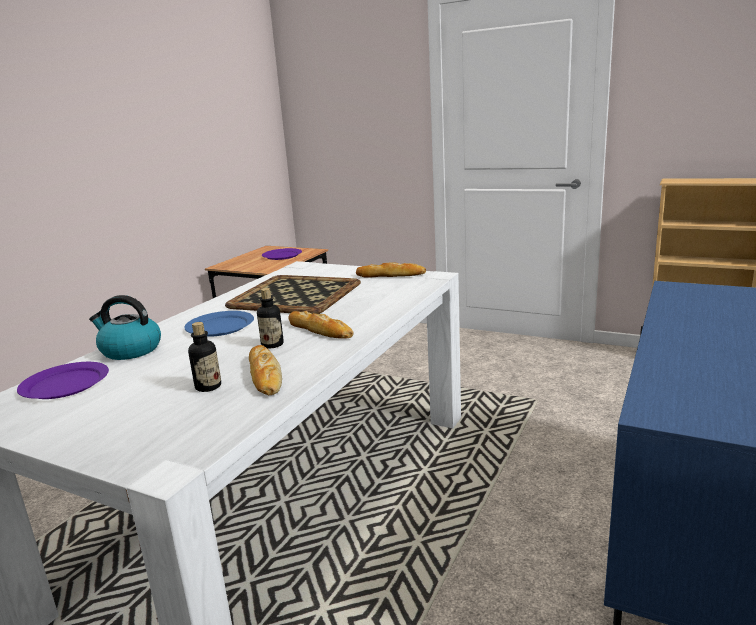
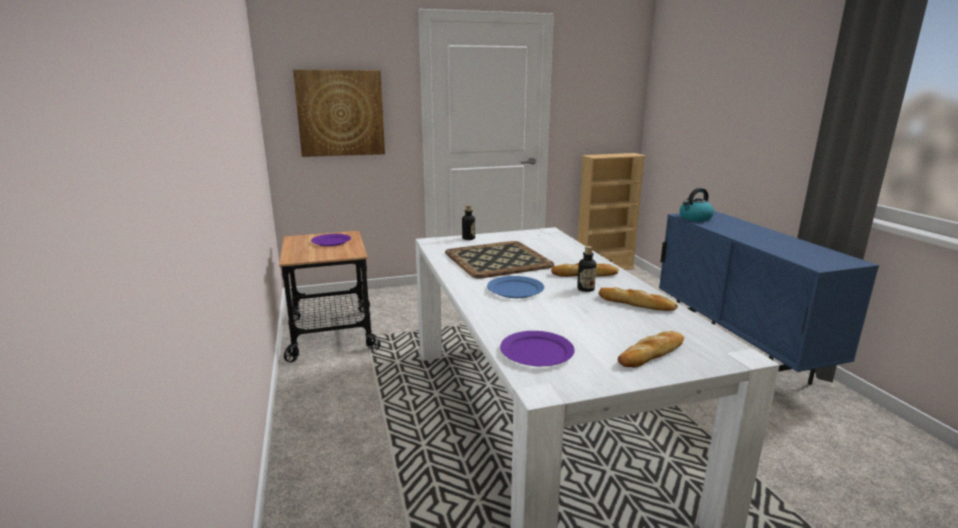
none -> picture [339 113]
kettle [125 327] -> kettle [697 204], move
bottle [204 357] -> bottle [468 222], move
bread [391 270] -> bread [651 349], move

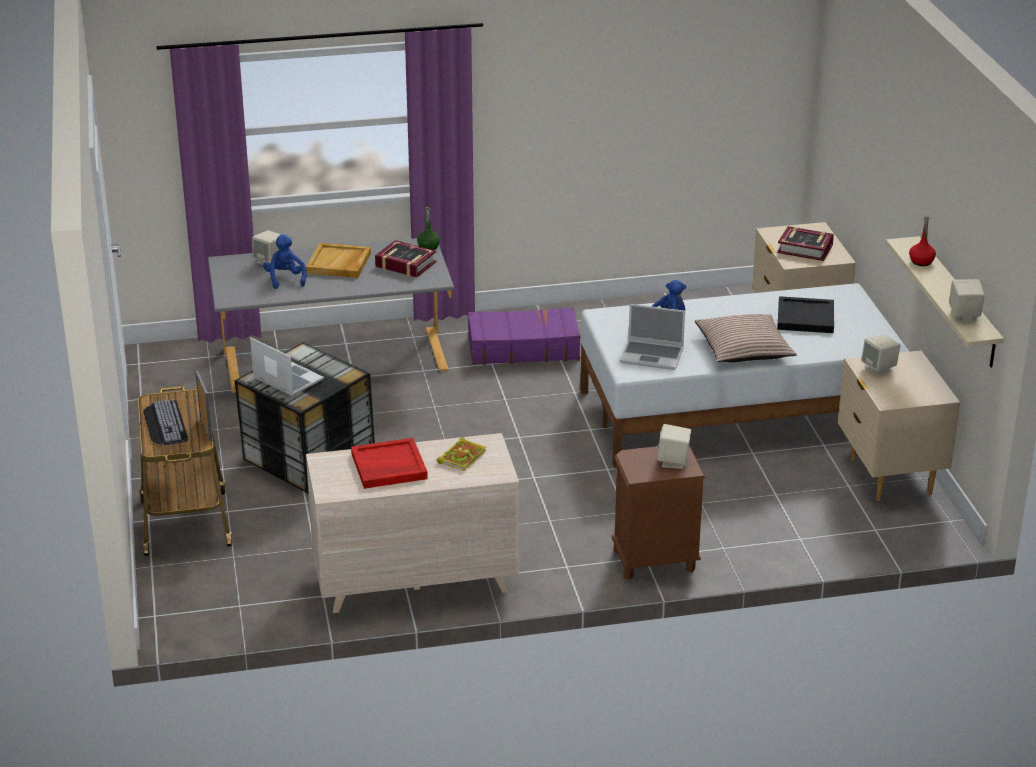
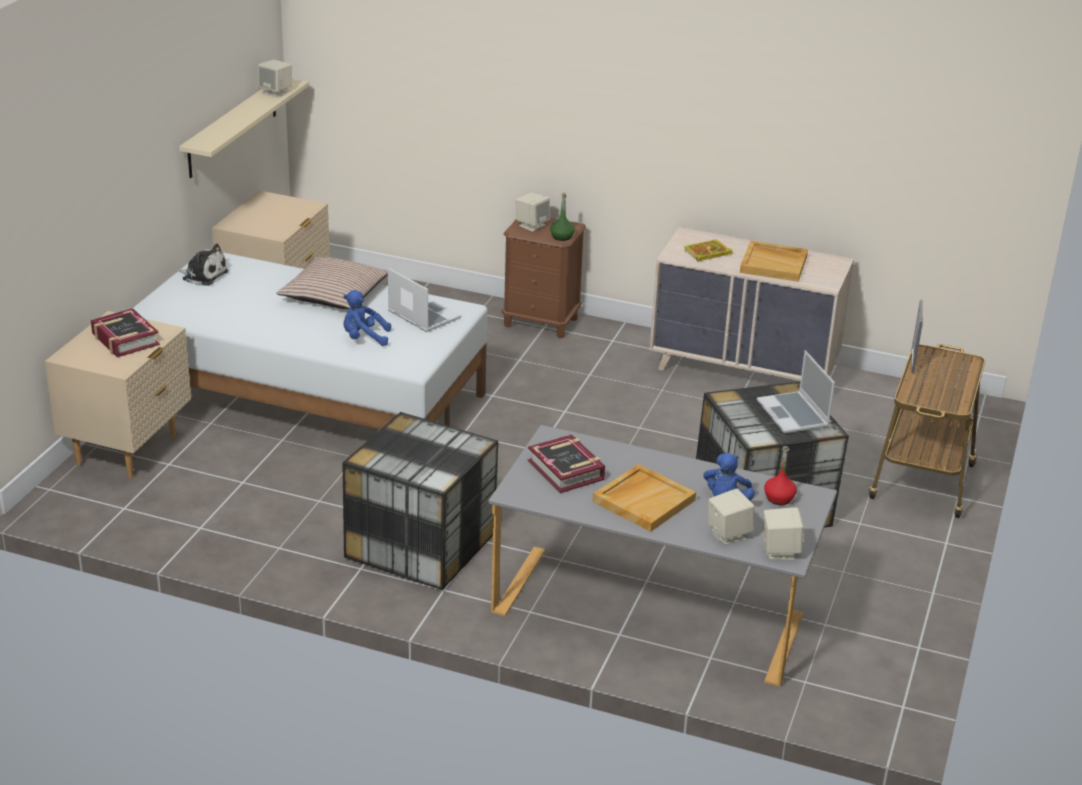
keyboard [165 422] -> none
black tray [805 314] -> none
none -> plush toy [201 265]
green bottle [428 228] -> green bottle [562 217], move
beige speaker [881 355] -> beige speaker [783 533], move
red bottle [922 241] -> red bottle [780 475], move
purple suitcase [524 336] -> storage box [420 501]
red tray [389 463] -> beige tray [774 261]

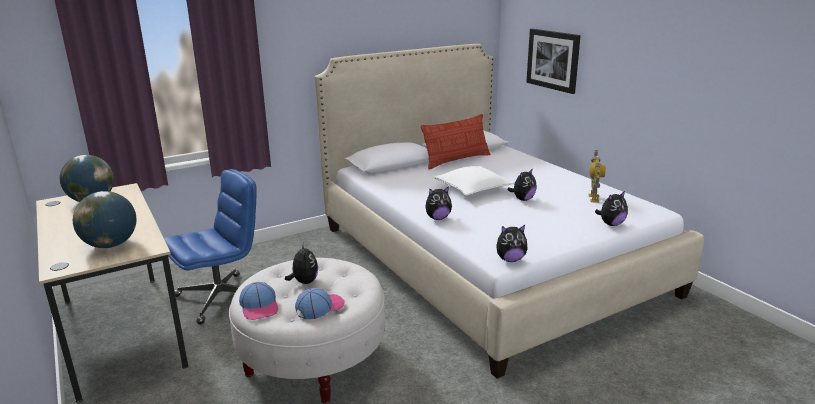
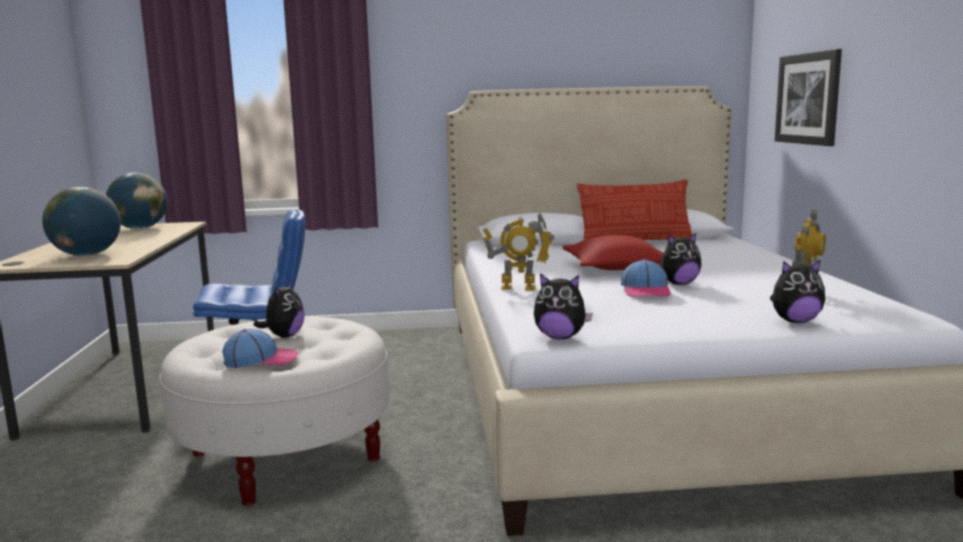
cap [258 301] -> cap [646 278], move
plush toy [438 203] -> toy robot [518 252]
white pillow [474 181] -> red pillow [612 252]

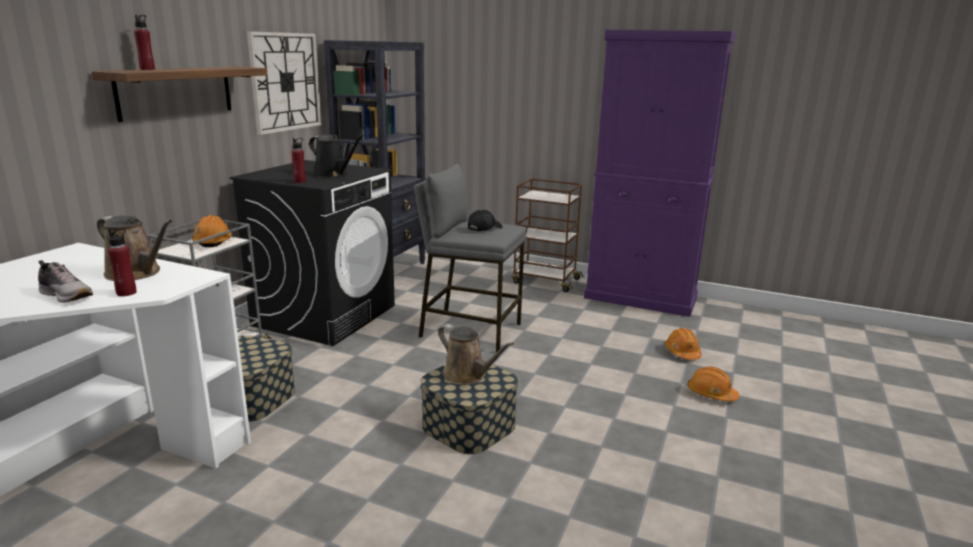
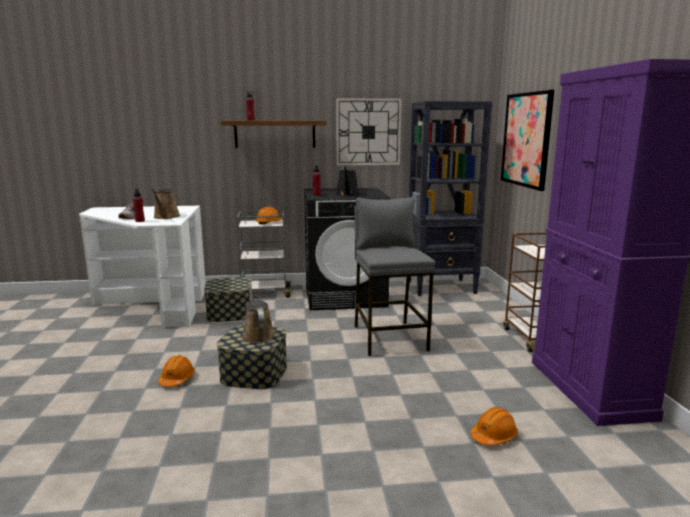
black cap [485 220] -> none
none -> picture [527 140]
orange hard hat [713 384] -> orange hard hat [176 371], move
brown watering can [476 354] -> brown watering can [258 313], 150 degrees clockwise

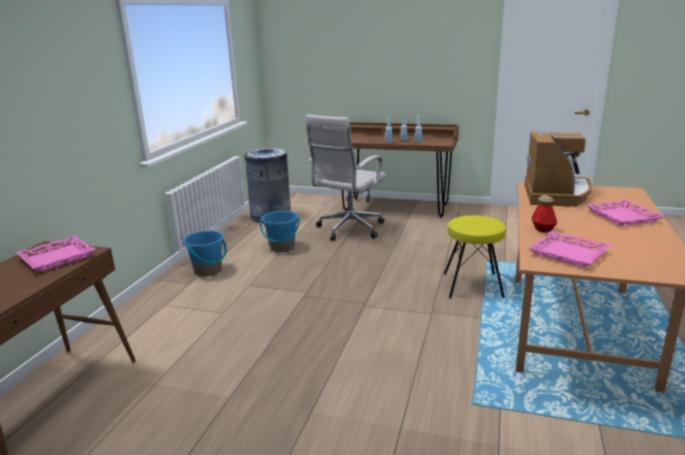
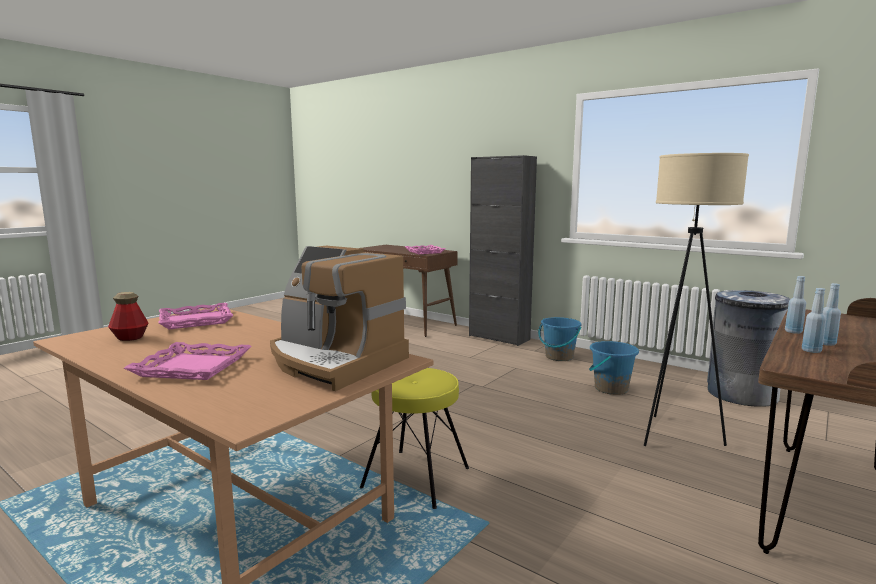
none -> black cabinet [503 250]
bottle [544 213] -> bottle [128 316], move
white office chair [345 177] -> beige floor lamp [696 299]

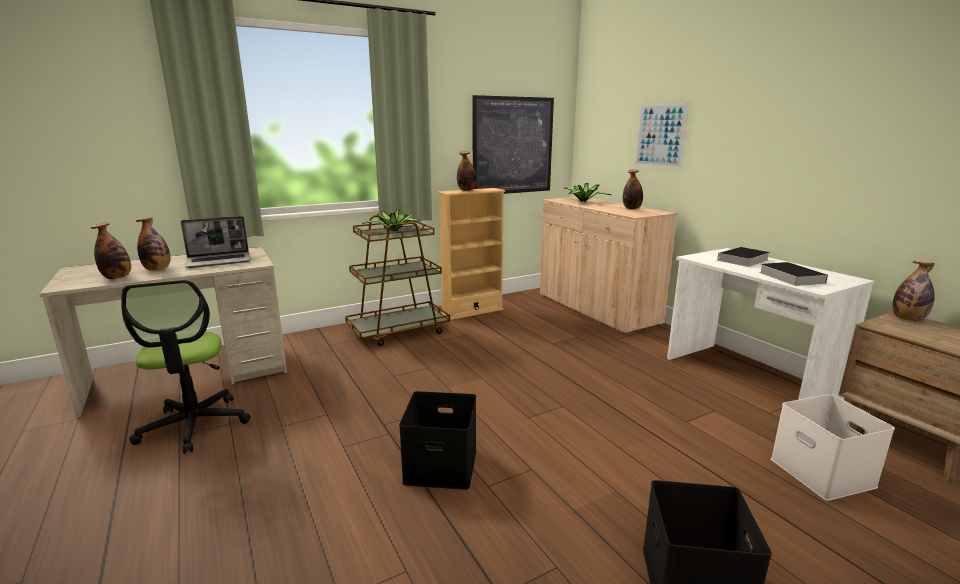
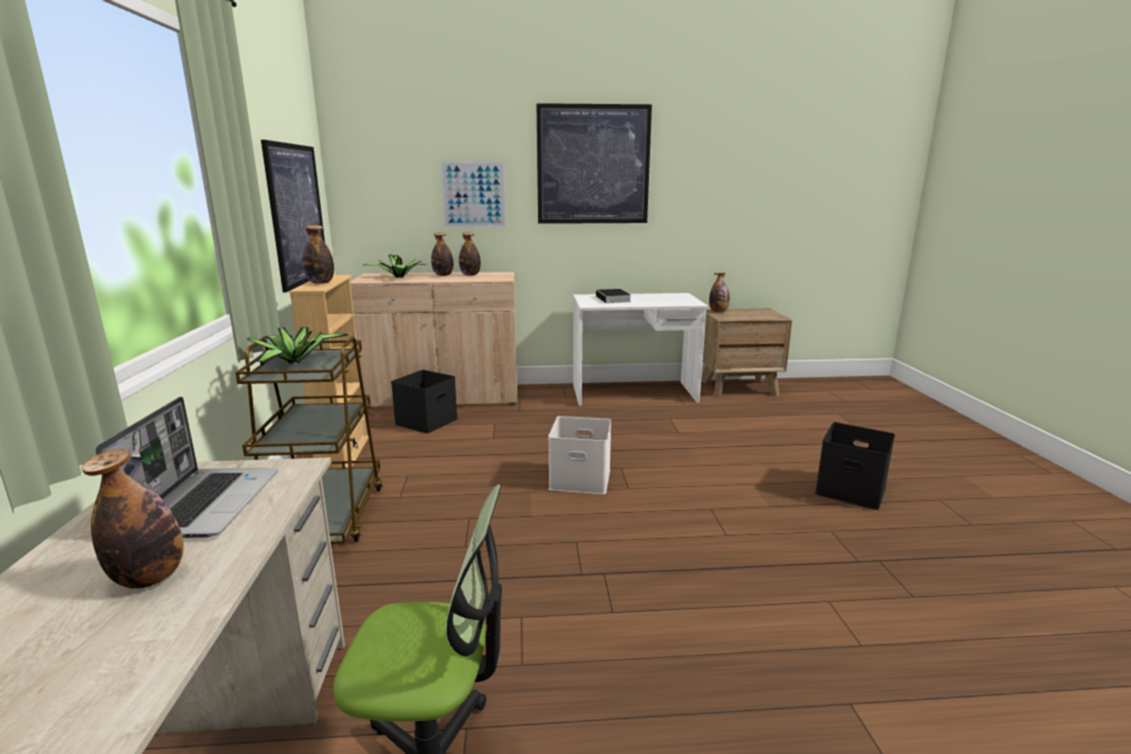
book [793 274] -> none
none -> picture [594 163]
bottle [111 250] -> bottle [442 254], move
black storage box [437 440] -> black storage box [424 402], move
white storage box [833 447] -> white storage box [579 455], move

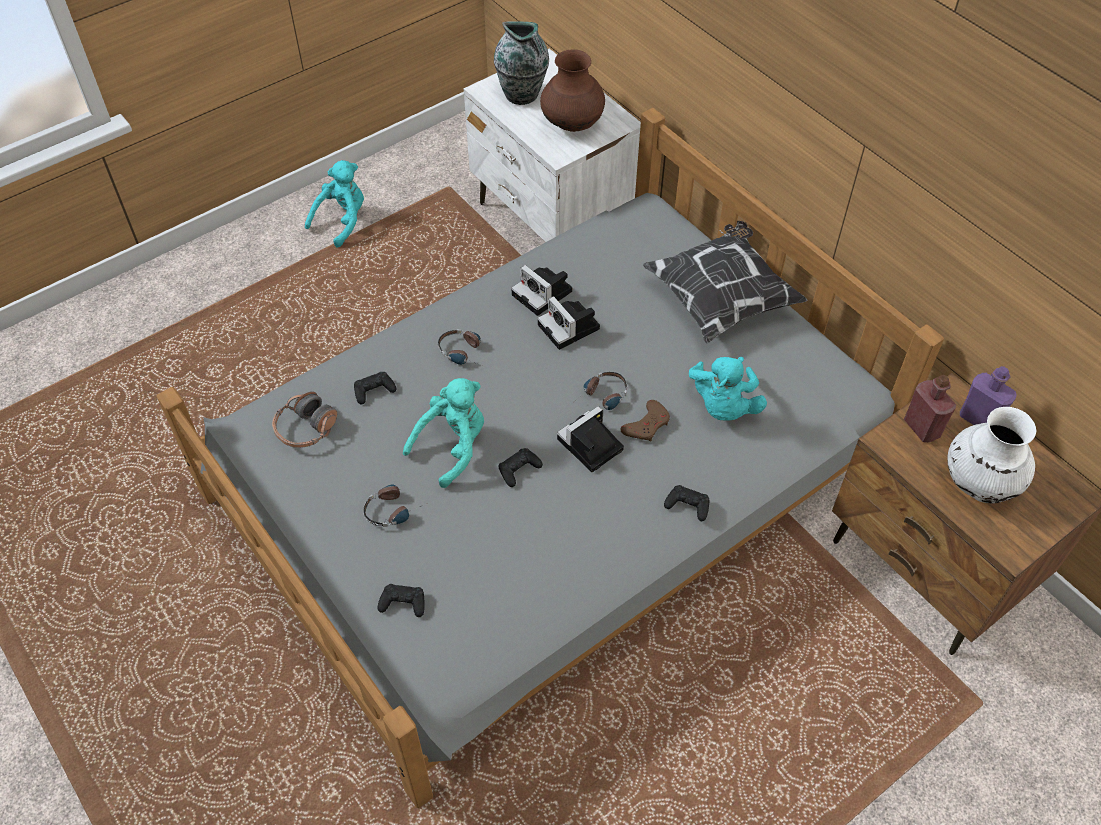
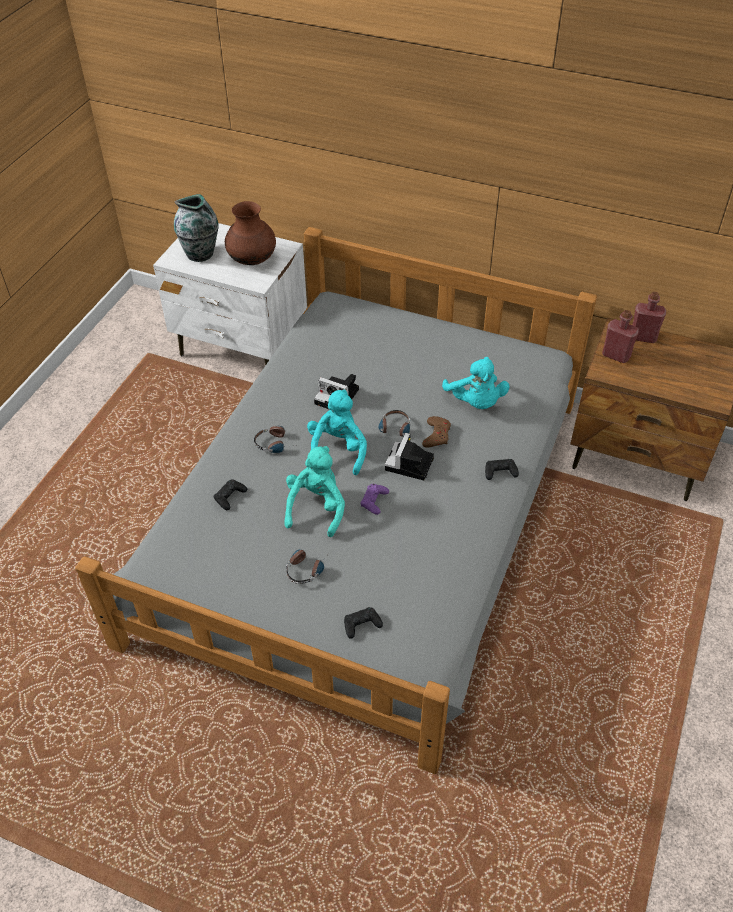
headphones [304 419] -> none
photo camera [541 290] -> none
pillow [725 282] -> none
white vase [991 455] -> none
turquoise plush toy [334 203] -> turquoise plush toy [337 432], move
black game controller [521 467] -> purple game controller [374 499]
purple bottle [988 395] -> red bottle [649 317]

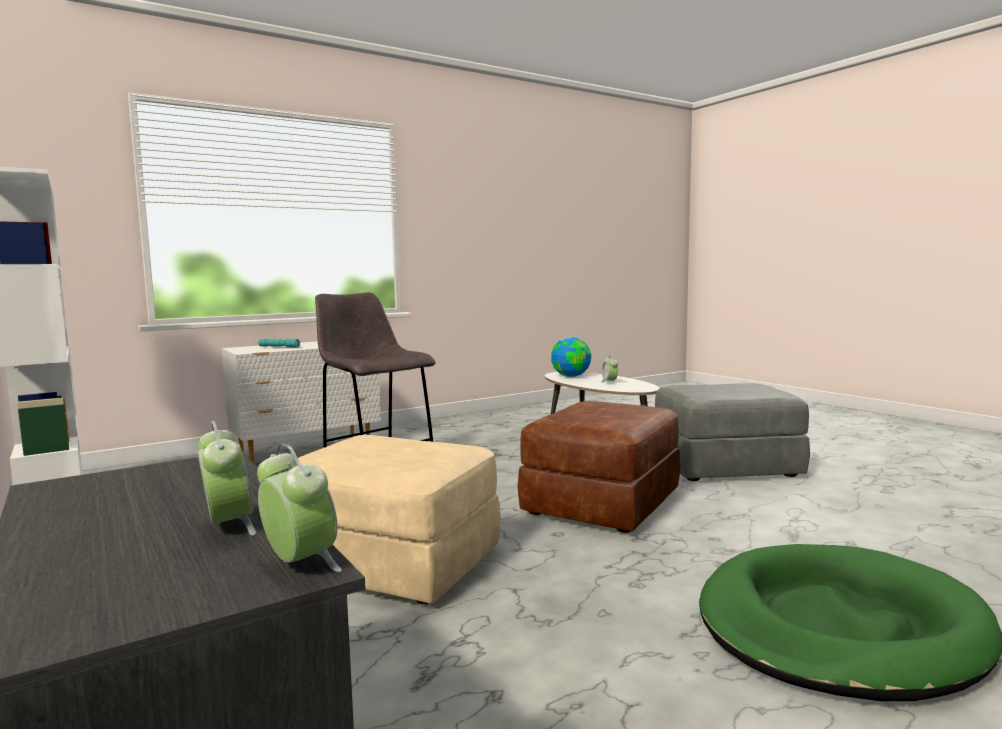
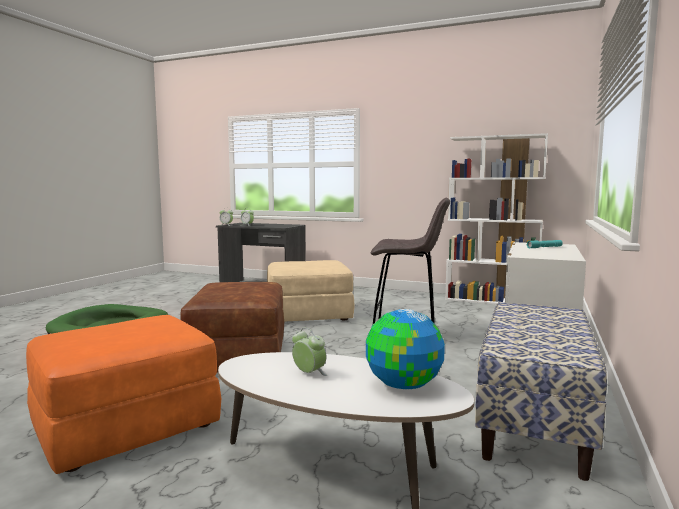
none -> bench [541 391]
grey ottoman [732 432] -> orange ottoman [123 394]

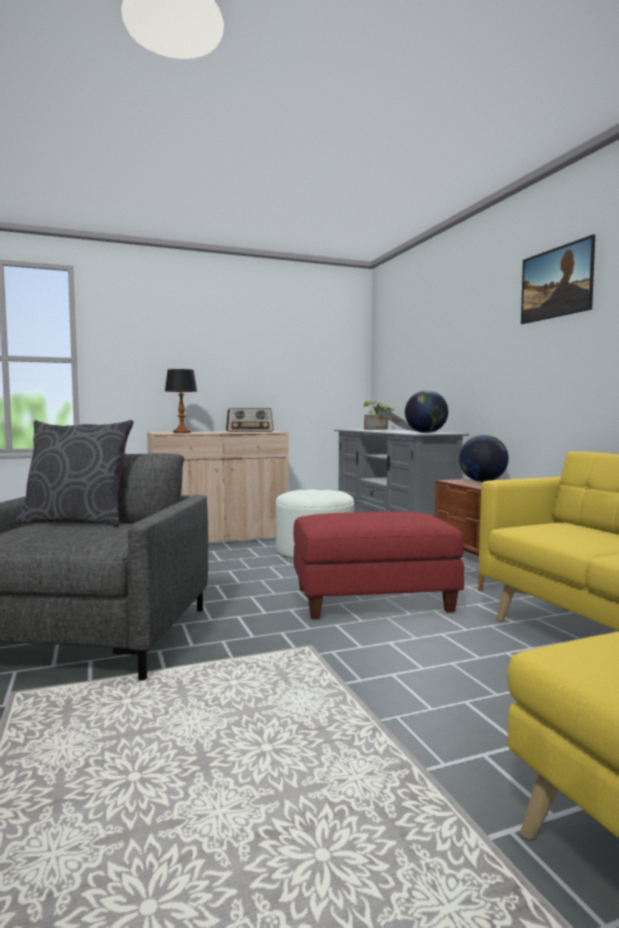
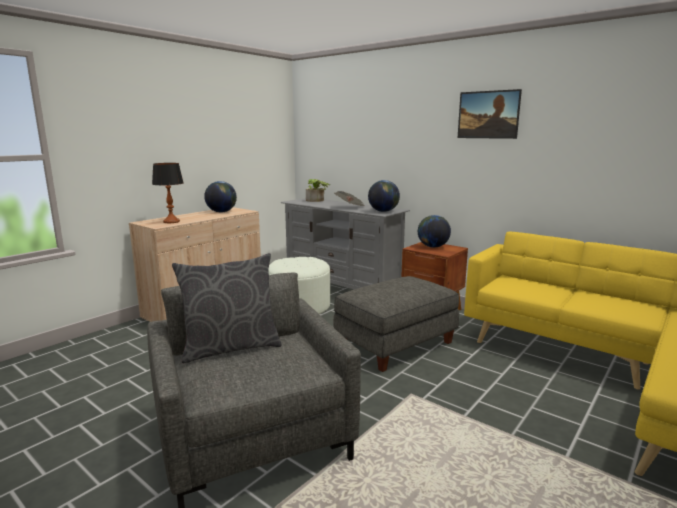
radio [249 420] -> globe [220 196]
red ottoman [378 566] -> grey ottoman [396 324]

